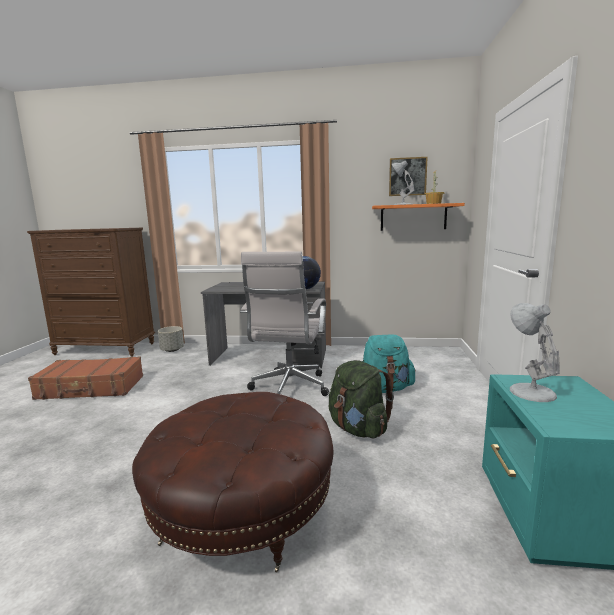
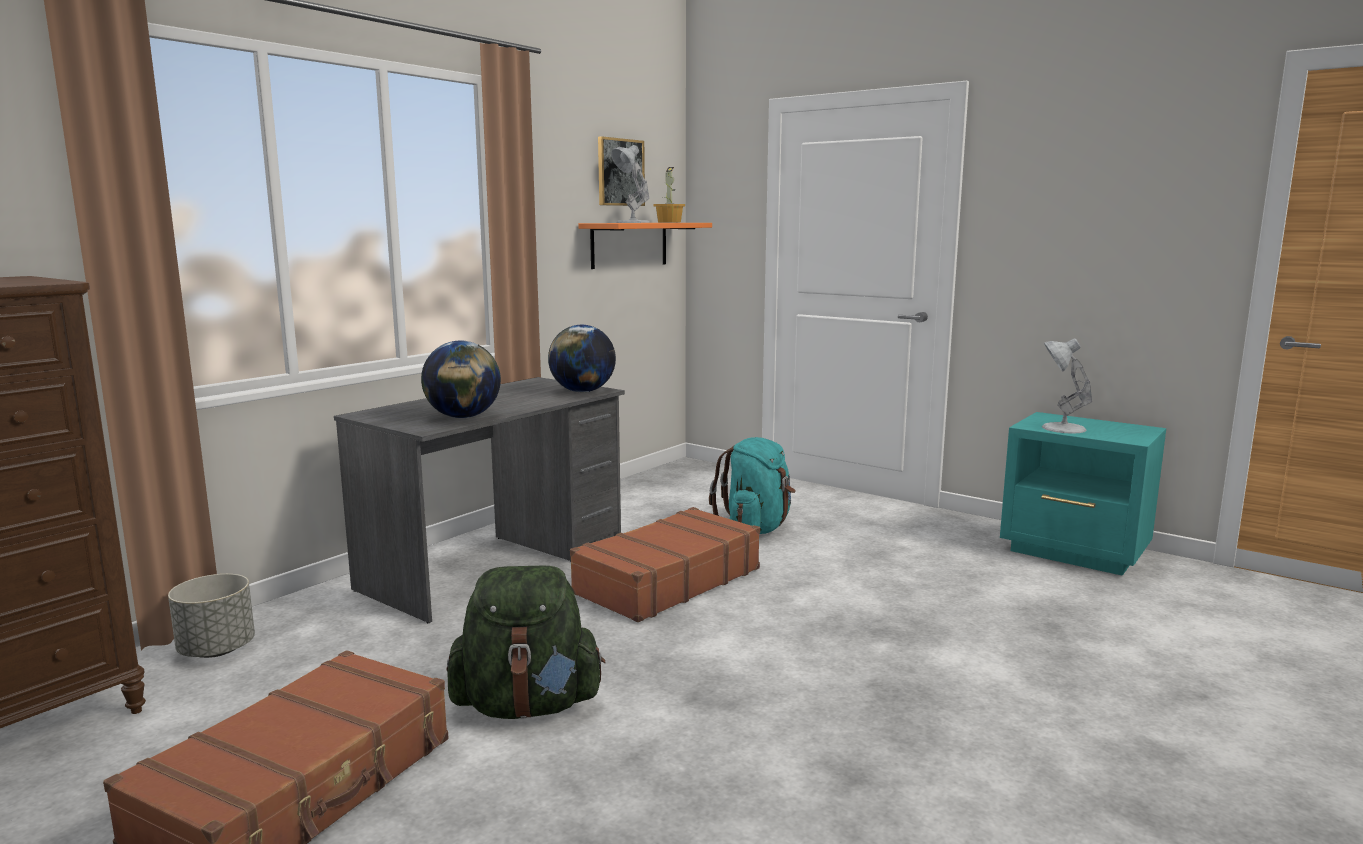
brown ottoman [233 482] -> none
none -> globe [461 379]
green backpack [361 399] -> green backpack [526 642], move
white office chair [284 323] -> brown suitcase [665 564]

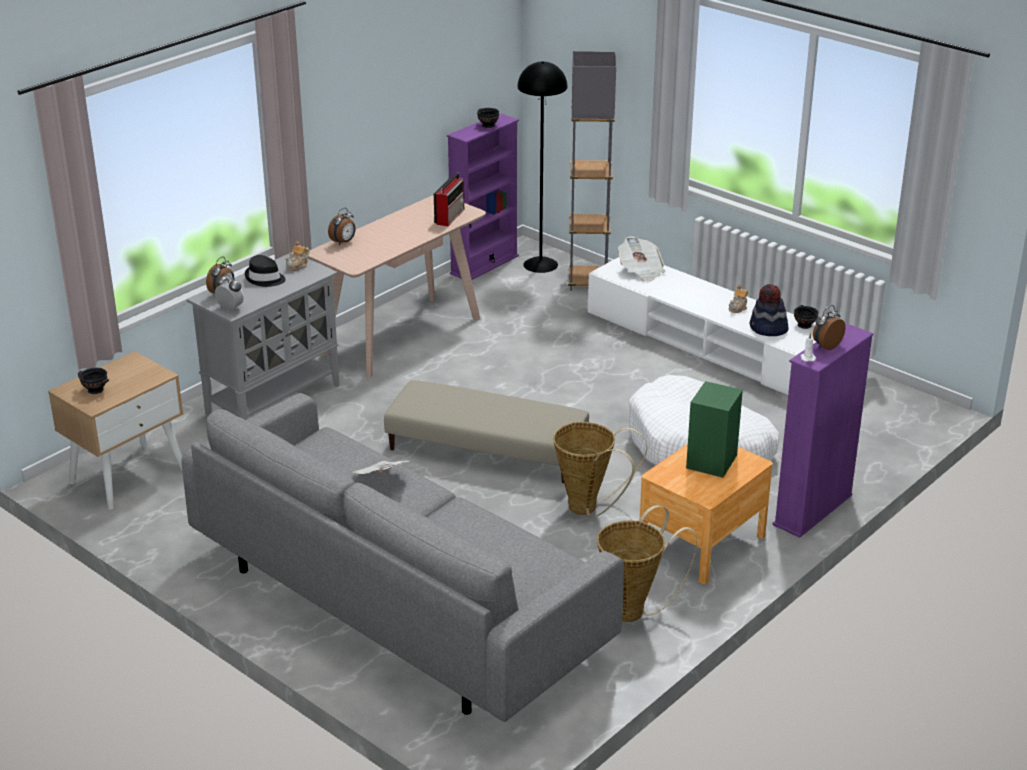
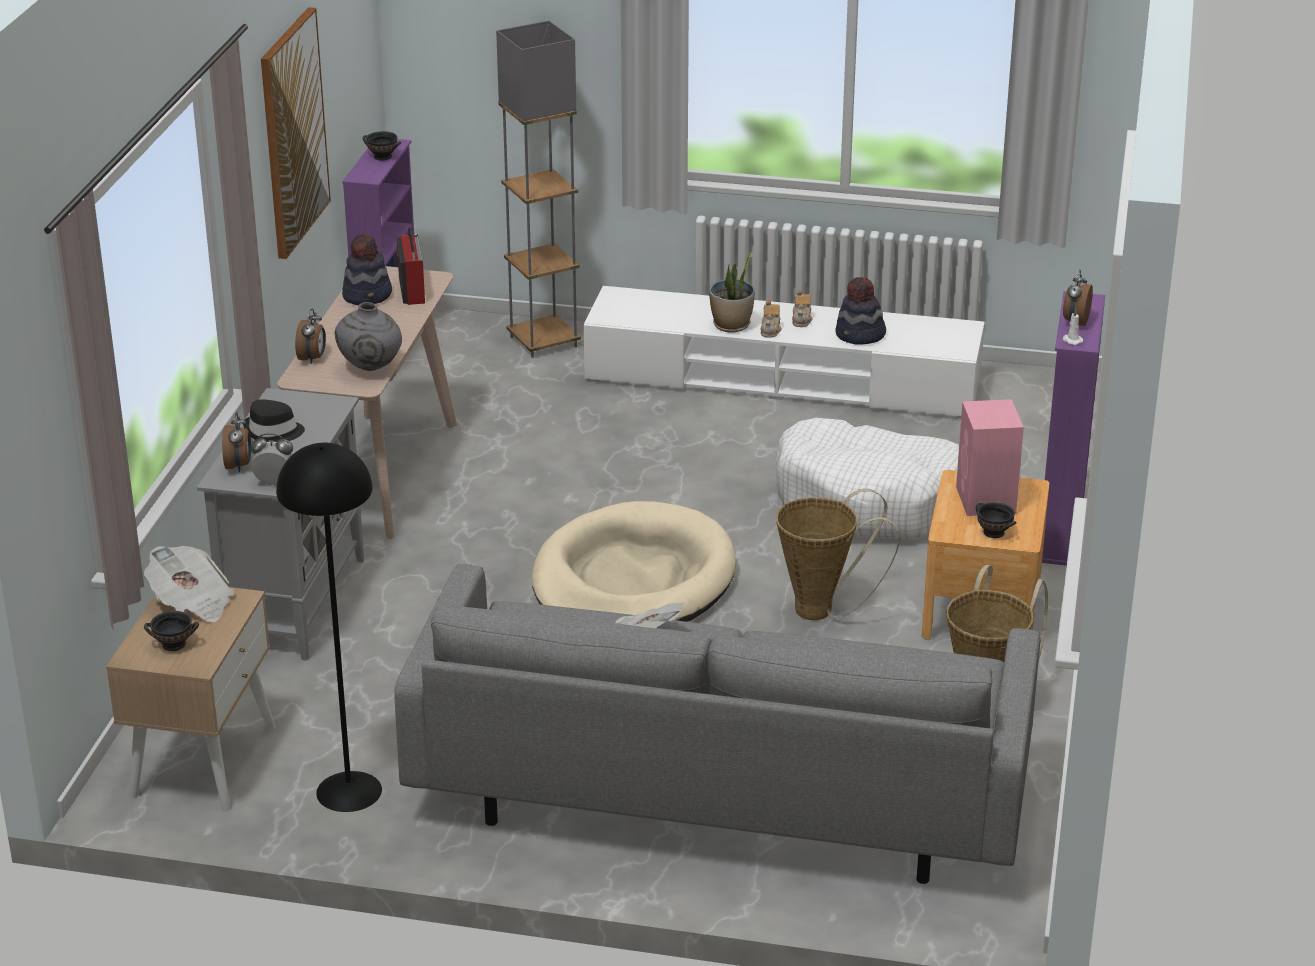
none -> picture [296 133]
none -> grey vase [368 336]
none -> hat [367 269]
none -> potted plant [732 292]
teapot [297 256] -> teapot [771 319], move
black floor lamp [542 167] -> black floor lamp [329 627], move
newspaper [641 259] -> newspaper [189 584], move
black bowl [806 317] -> black bowl [996 520], move
beige ottoman [486 431] -> beige dog bed [634 561]
green speaker [714 429] -> pink speaker [990 457]

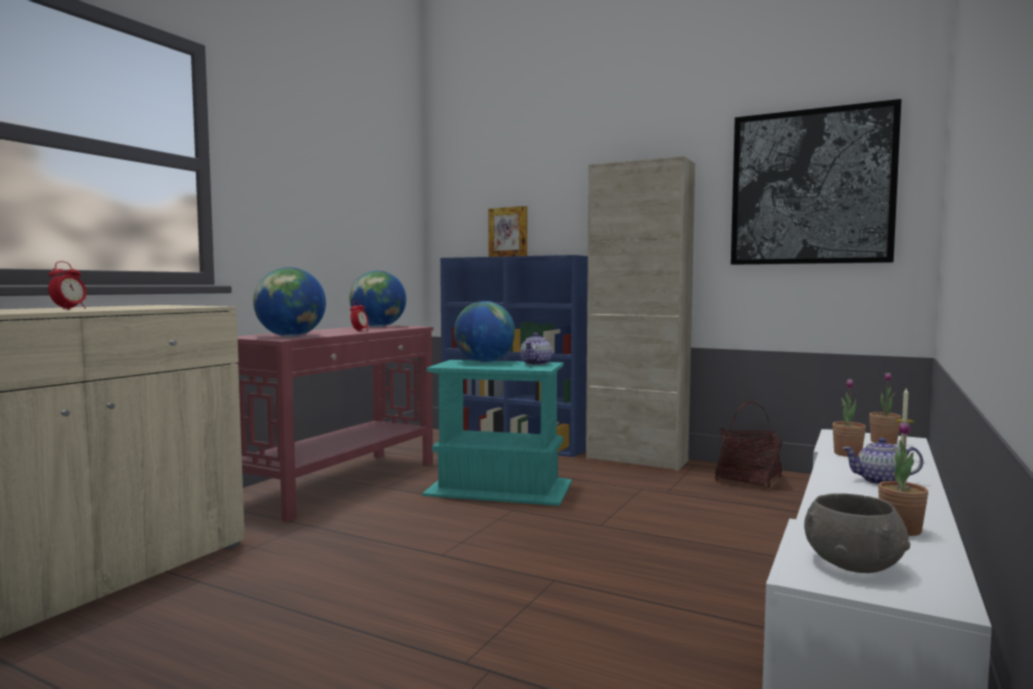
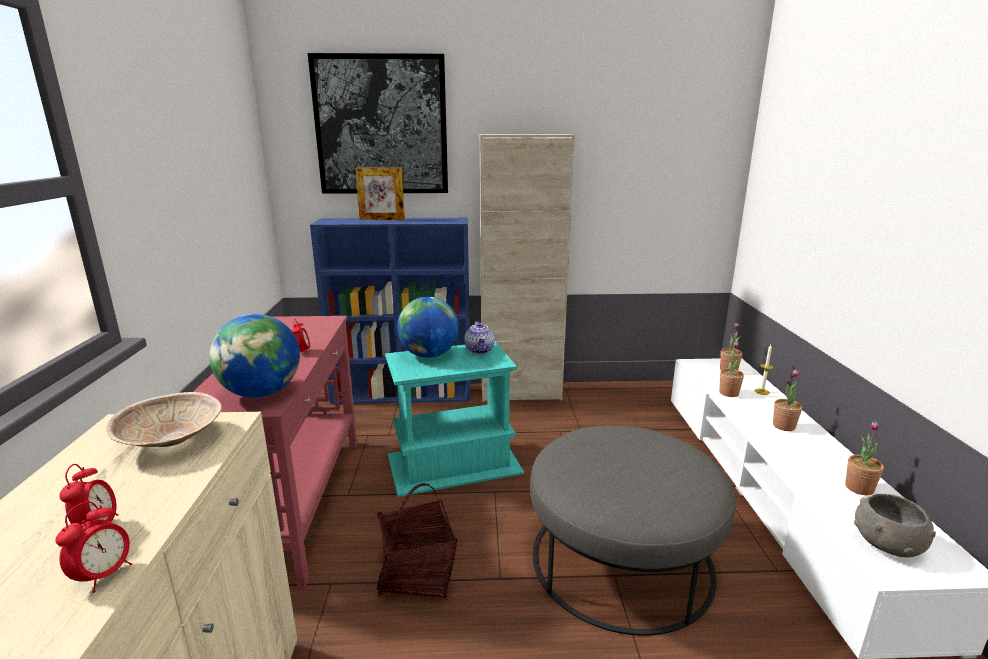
globe [377 299] -> none
none -> alarm clock [93 547]
none -> beige bowl [164 419]
none -> grey ottoman [632 531]
basket [748 444] -> basket [417 541], move
picture [816 182] -> picture [378 123], move
teapot [883 461] -> potted plant [787 400]

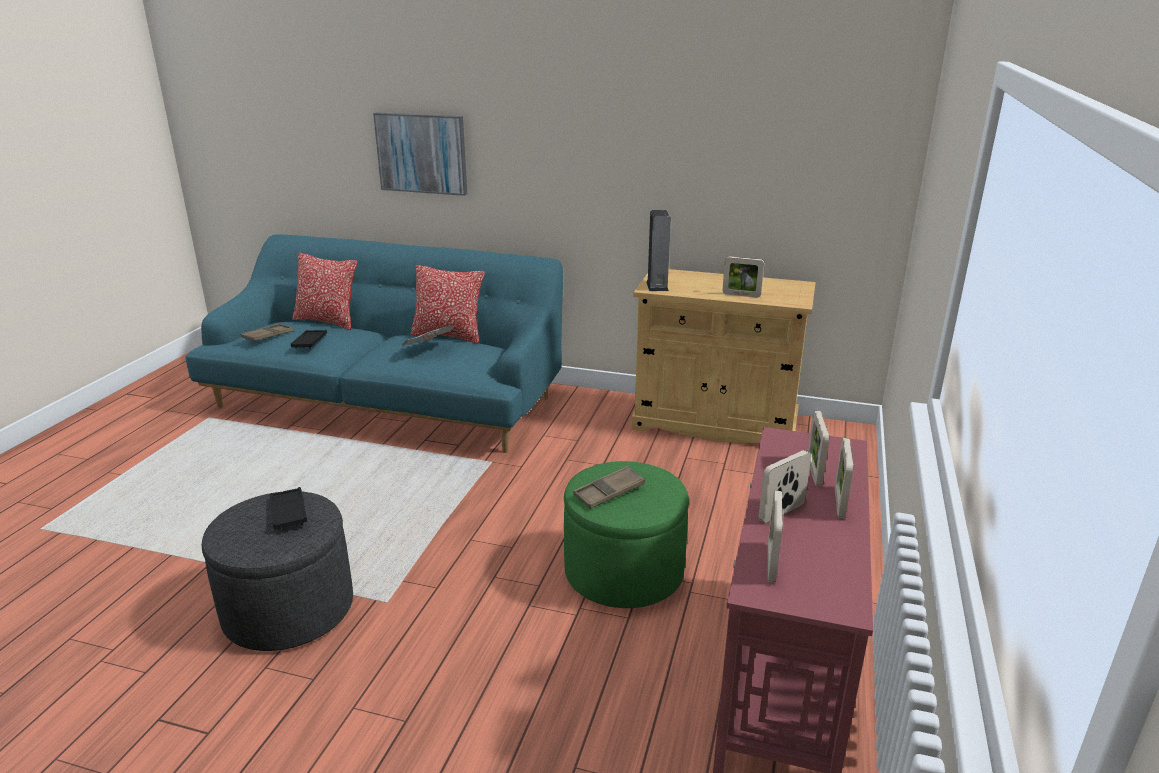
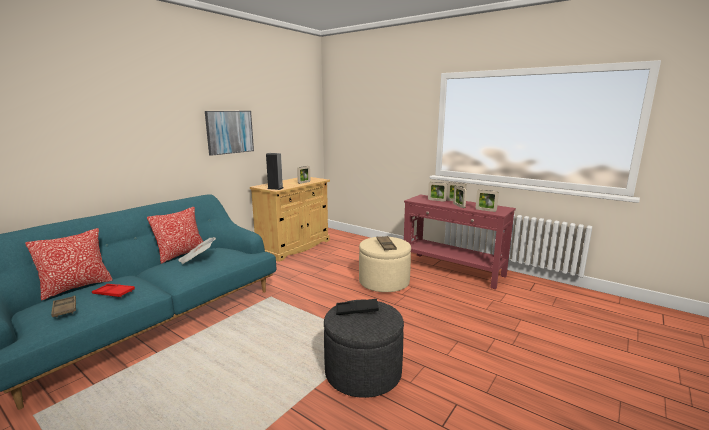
picture [420 154] -> picture [229 133], move
black tray [309 339] -> red tray [113 290]
green ottoman [626 534] -> beige ottoman [385 264]

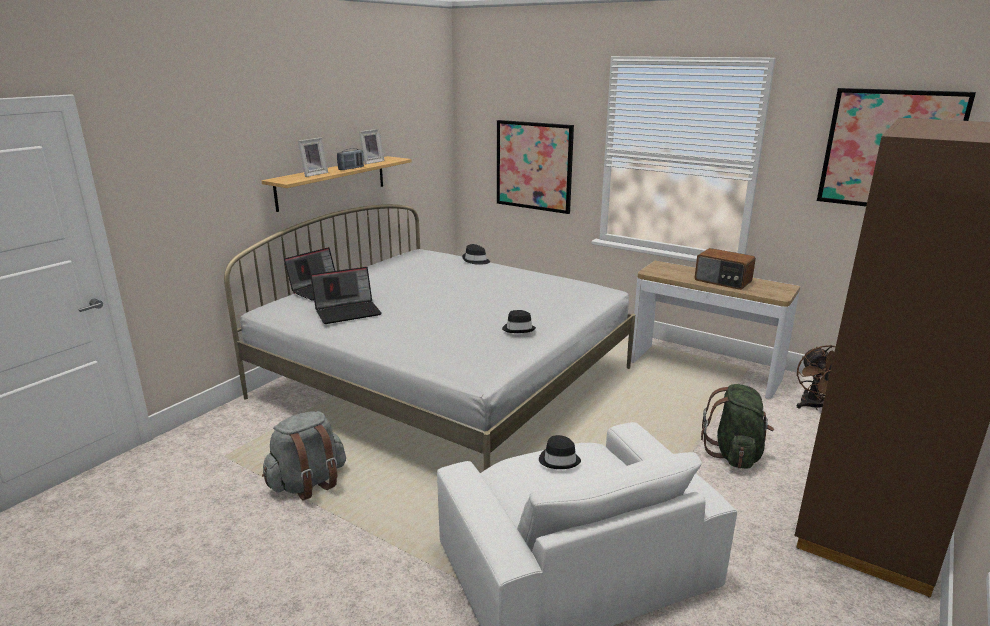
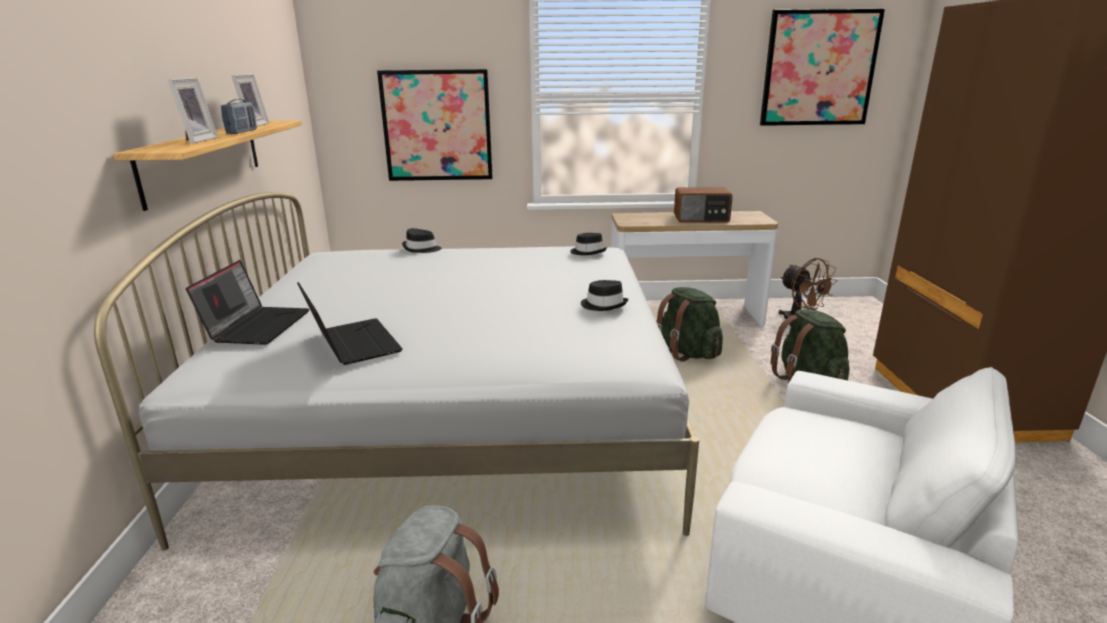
none -> green backpack [689 324]
black hat [560 452] -> black hat [588 244], move
laptop [346 295] -> laptop [350 323], 60 degrees counterclockwise

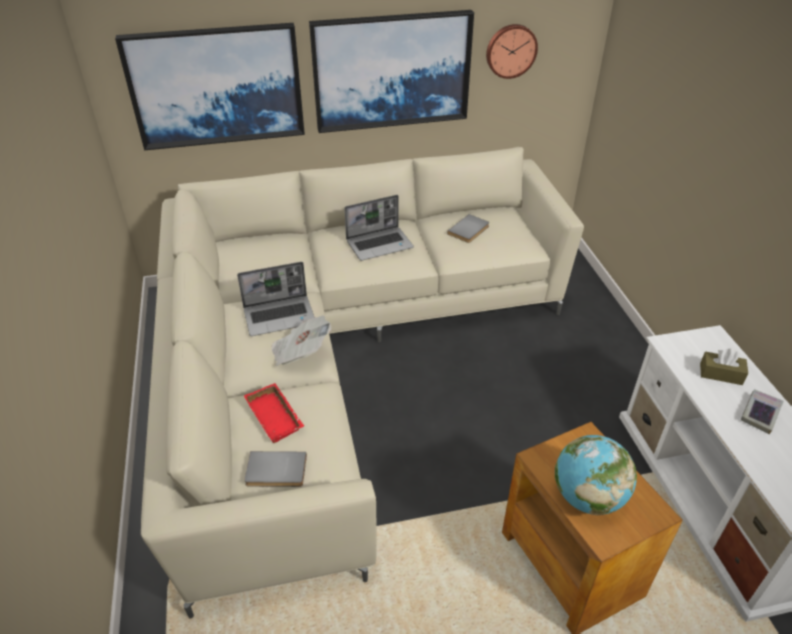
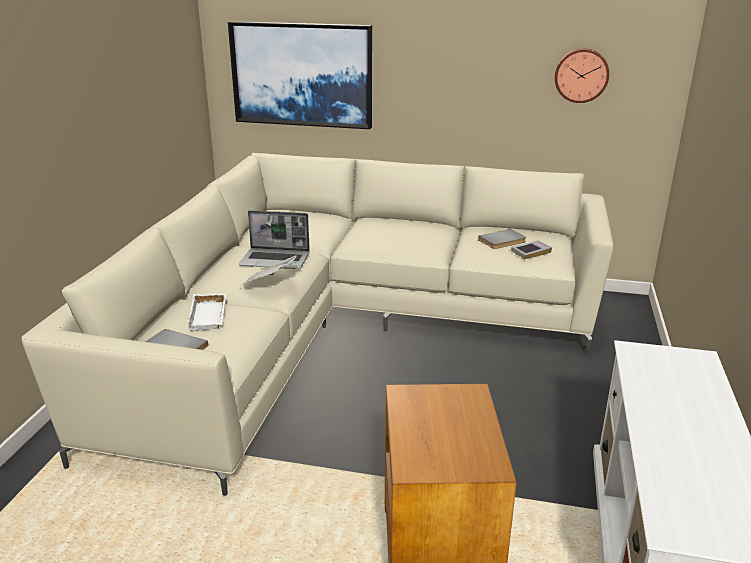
picture [391 71] -> none
laptop [379 228] -> none
globe [596 475] -> none
brown tissue box [724 367] -> none
book [762 412] -> book [531 250], move
red tray [274 413] -> white tray [206 312]

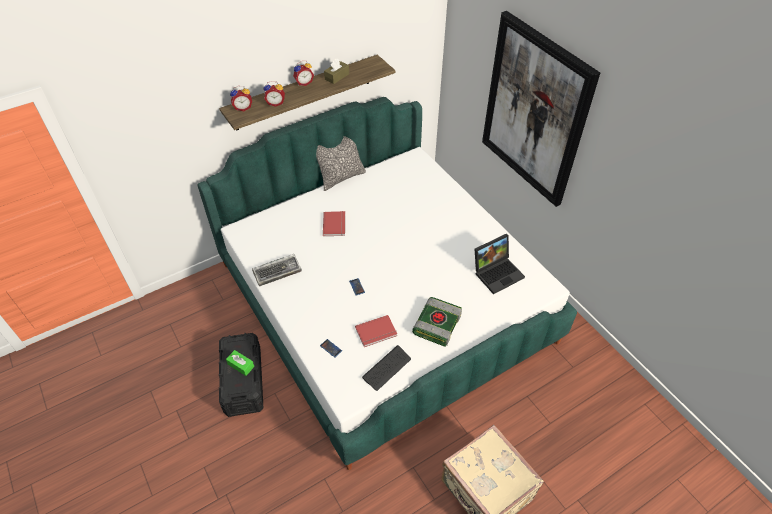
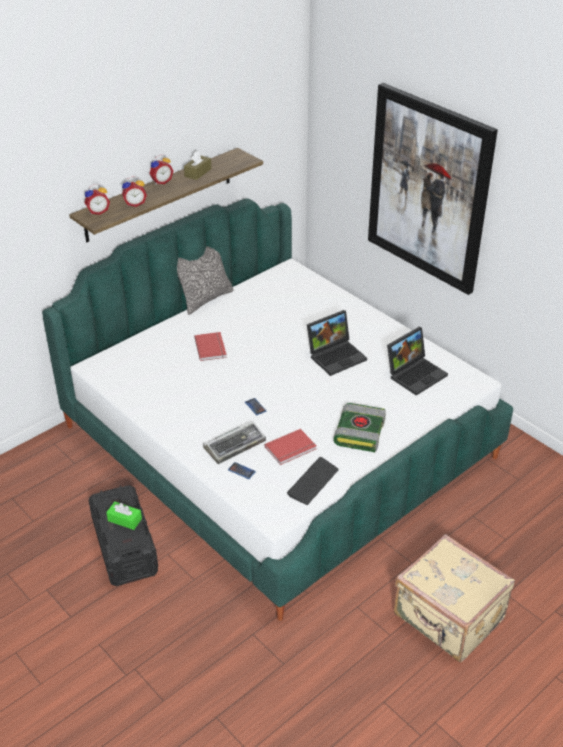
none -> laptop [337 343]
keyboard [277 270] -> keyboard [234 442], move

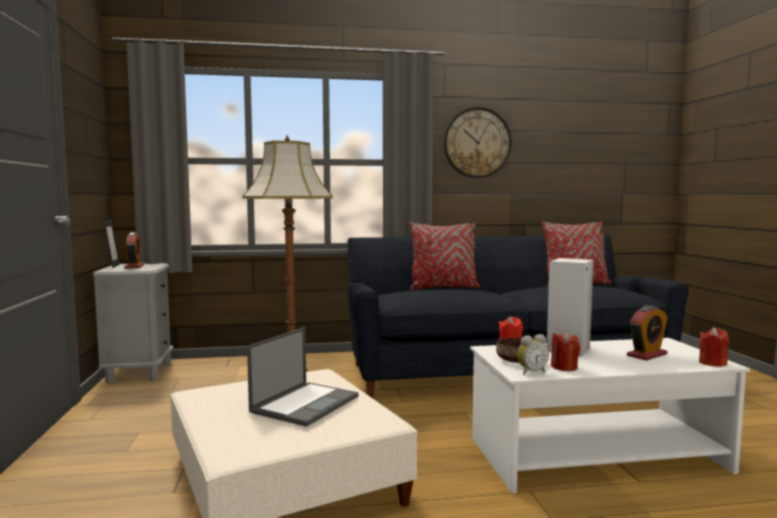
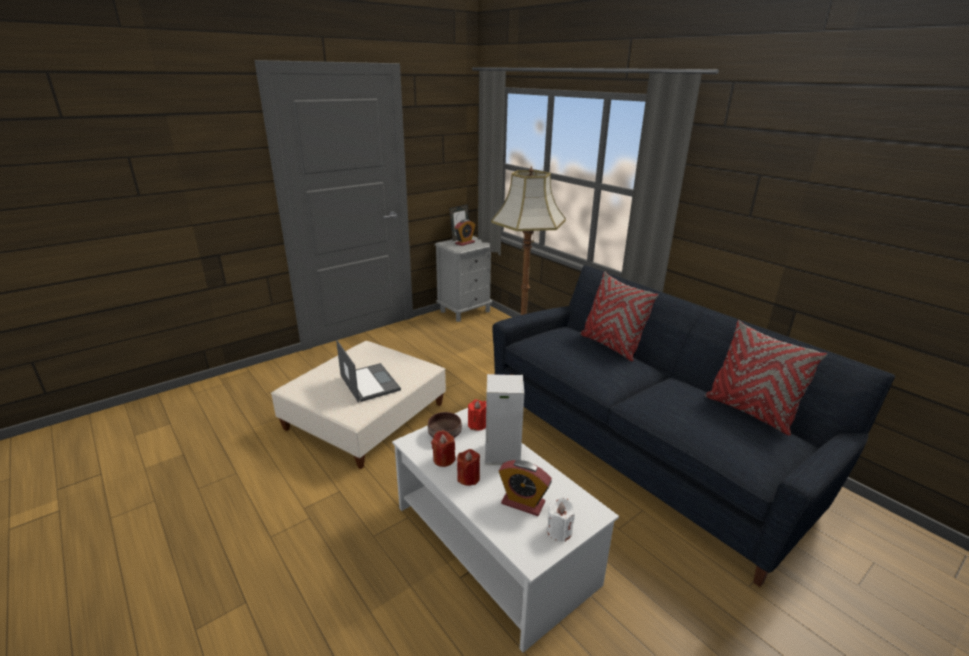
wall clock [478 142] -> none
alarm clock [533 354] -> none
none -> white candle [561 520]
red candle [714 347] -> red candle [468 467], move
laptop [303 377] -> laptop [368 371], 120 degrees counterclockwise

